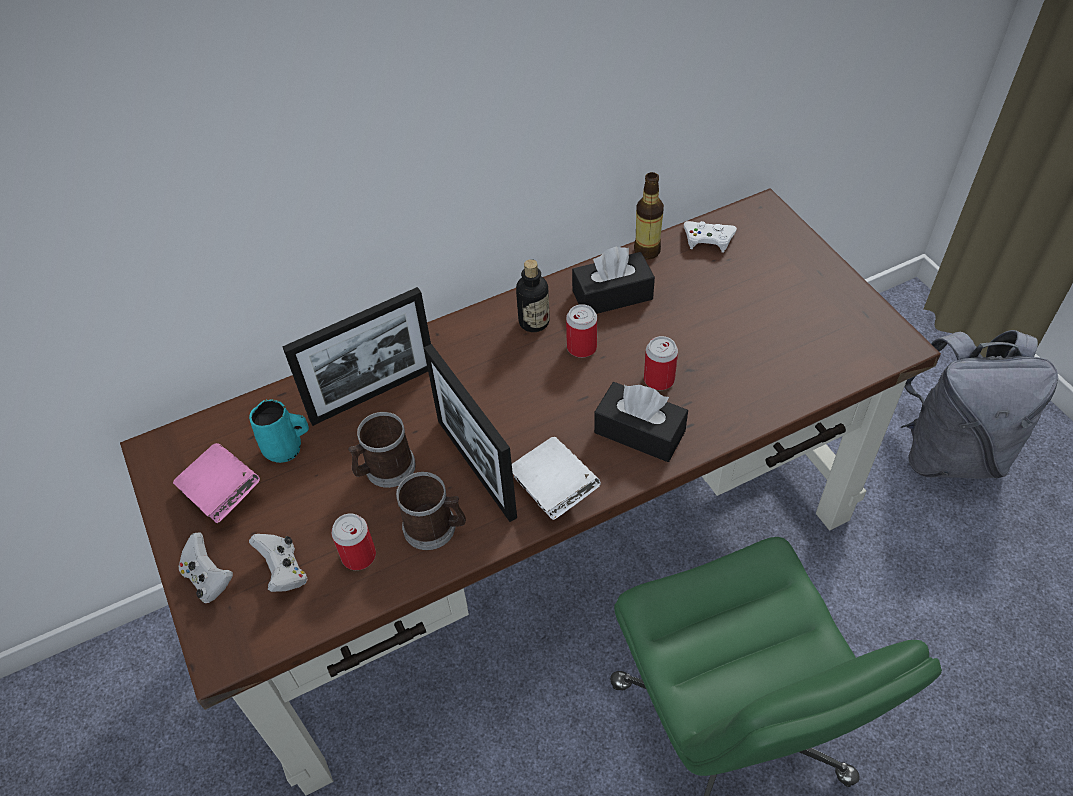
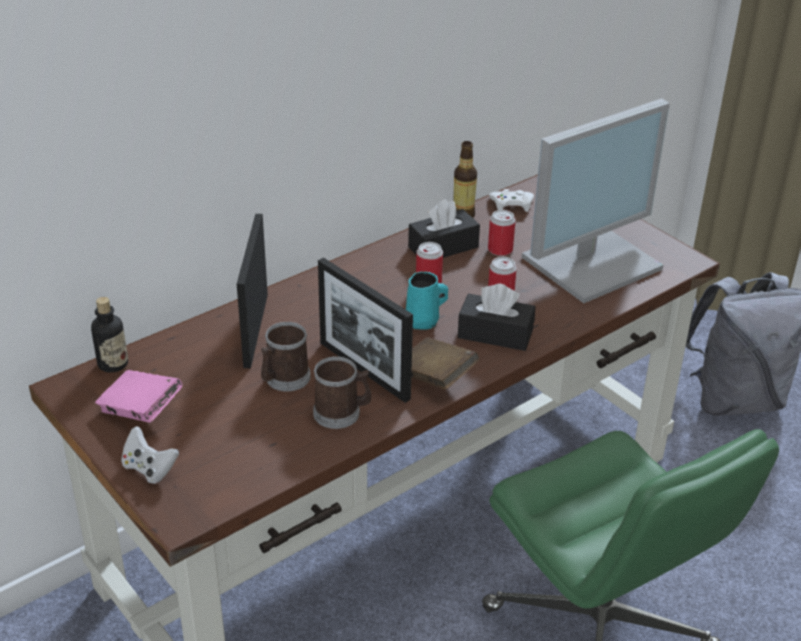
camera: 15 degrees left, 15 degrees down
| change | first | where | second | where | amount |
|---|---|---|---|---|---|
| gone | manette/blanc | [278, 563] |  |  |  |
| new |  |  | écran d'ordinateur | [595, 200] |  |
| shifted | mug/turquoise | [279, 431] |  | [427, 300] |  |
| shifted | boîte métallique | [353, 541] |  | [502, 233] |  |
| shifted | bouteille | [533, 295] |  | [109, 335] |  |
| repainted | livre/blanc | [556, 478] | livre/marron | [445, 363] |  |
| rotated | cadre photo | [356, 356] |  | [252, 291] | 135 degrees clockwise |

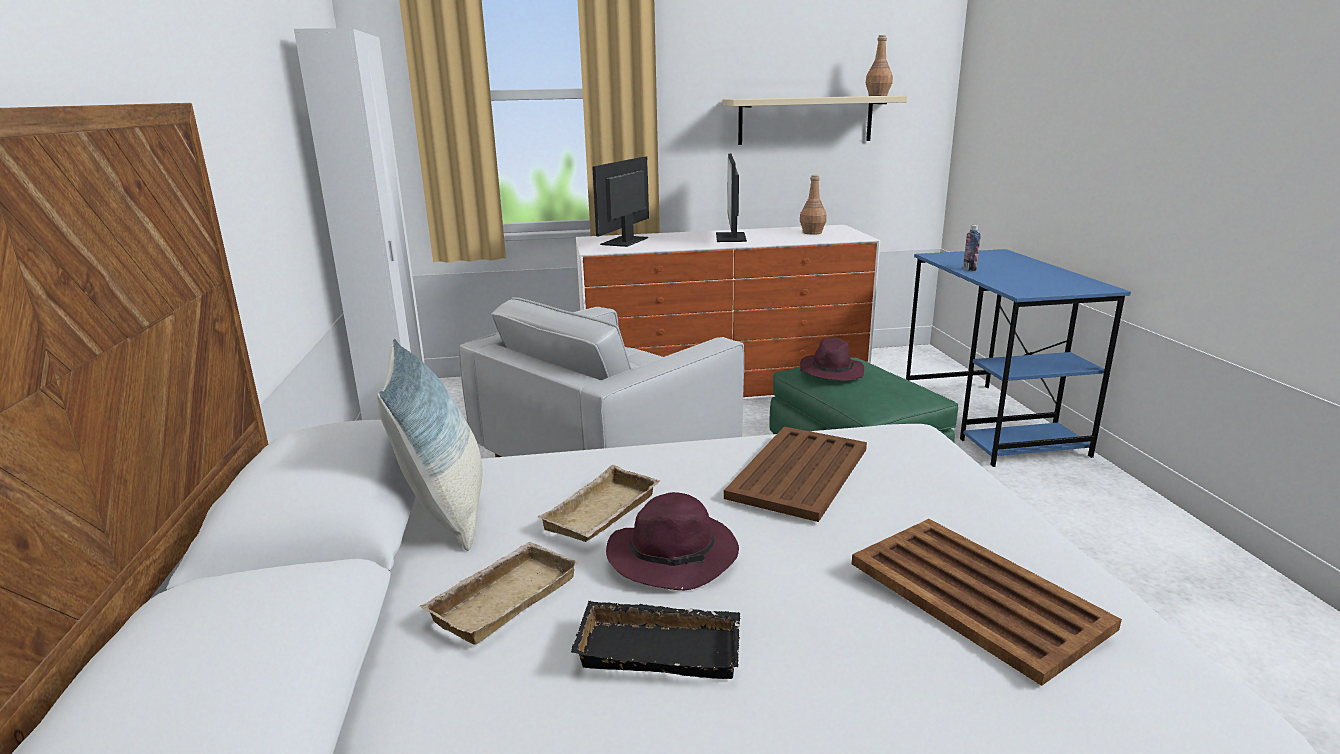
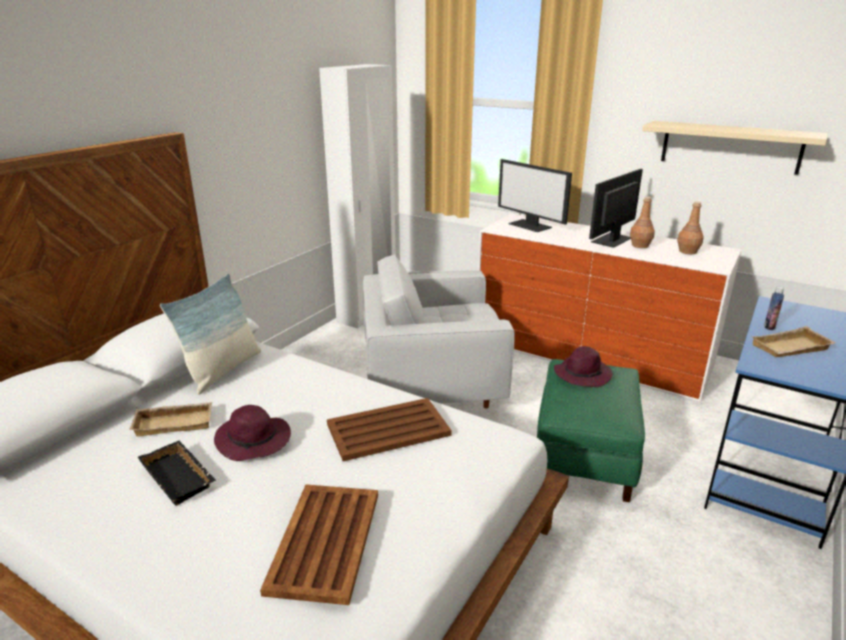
camera: 40 degrees right, 5 degrees up
| change | first | where | second | where | amount |
|---|---|---|---|---|---|
| shifted | plateau/beige | [599, 503] |  | [793, 341] |  |
| shifted | bouteille/marron | [879, 65] |  | [642, 222] |  |
| rotated | écran d'ordinateur | [620, 201] |  | [535, 195] | 105 degrees counterclockwise |

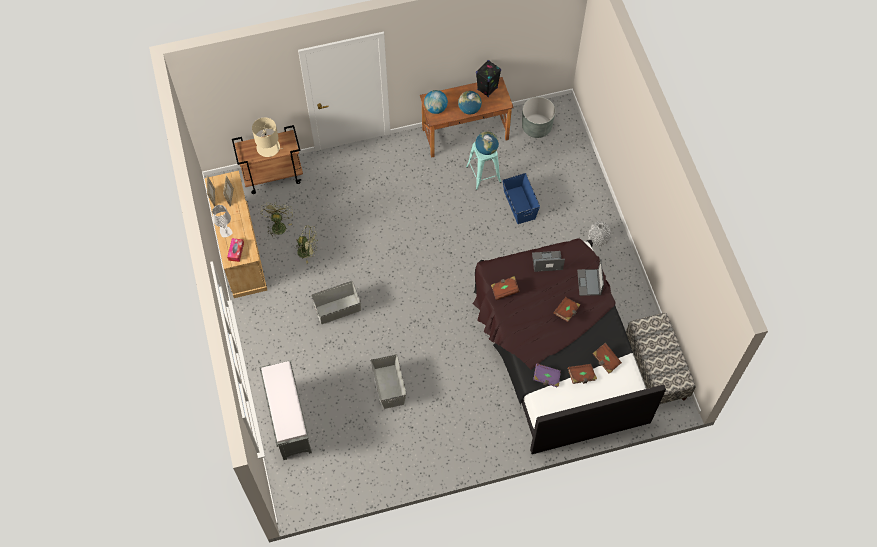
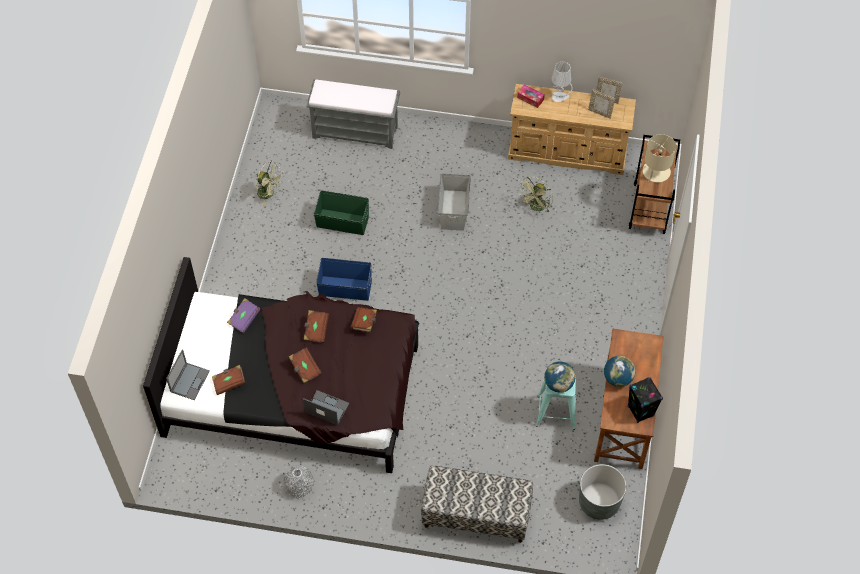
camera: 115 degrees right, 5 degrees down
| change | first | where | second | where | amount |
|---|---|---|---|---|---|
| gone | globe | [436, 102] |  |  |  |
| shifted | ventilateur/vert | [277, 220] |  | [269, 183] |  |
| shifted | boîte de rangement/bleu | [521, 198] |  | [344, 279] |  |
| shifted | ordinateur portable | [548, 261] |  | [188, 374] |  |
| shifted | livre/marron | [582, 374] |  | [316, 326] |  |
| shifted | vase/gris | [599, 234] |  | [298, 481] |  |
| shifted | banc | [661, 358] |  | [477, 504] |  |
| repainted | boîte de rangement/gris | [389, 381] | boîte de rangement/vert | [341, 212] |  |

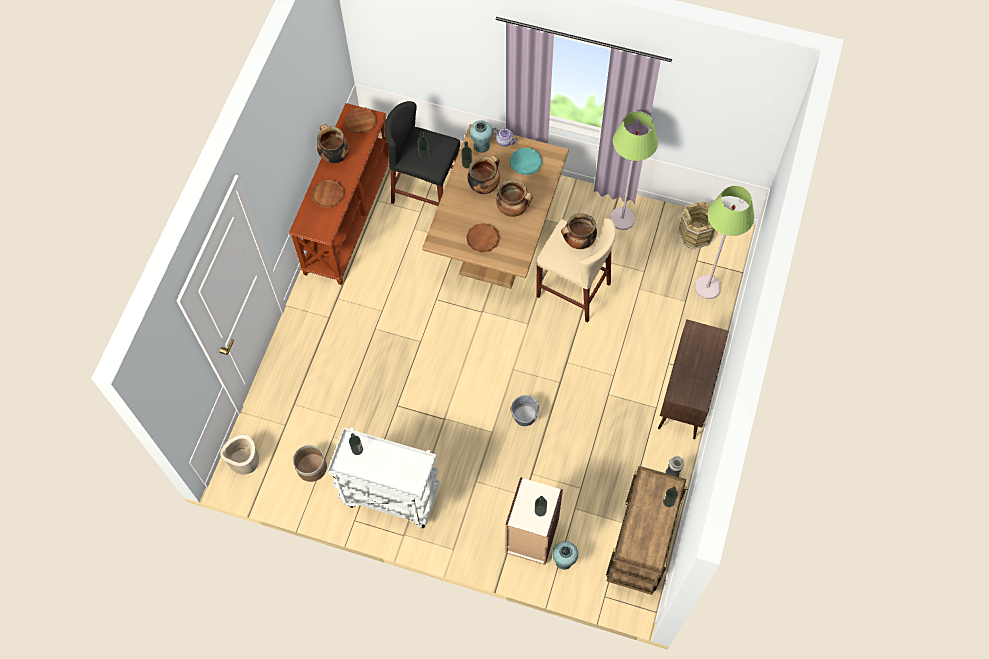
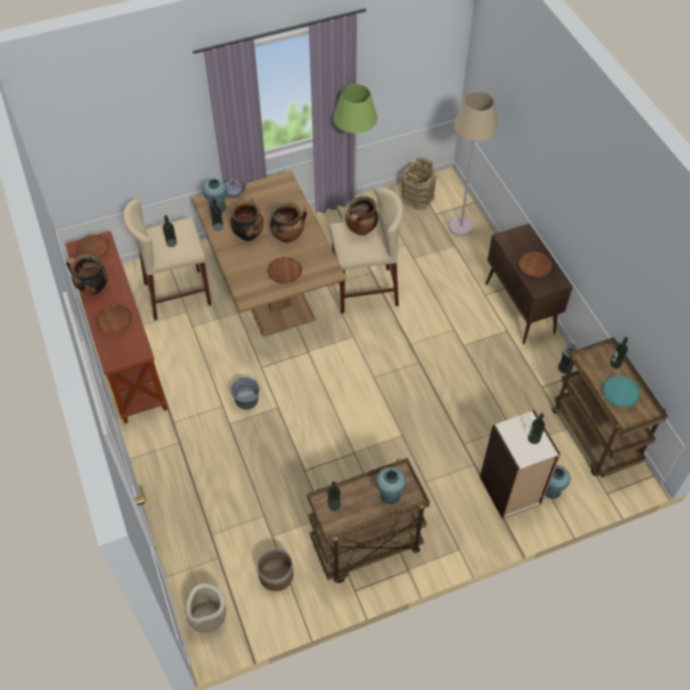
camera: 40 degrees left, 10 degrees down
| change | first | where | second | where | amount |
|---|---|---|---|---|---|
| new |  |  | vase/turquoise | [391, 485] |  |
| new |  |  | assiette/marron | [535, 264] |  |
| shifted | assiette/turquoise | [526, 161] |  | [621, 392] |  |
| shifted | seau/gris | [525, 410] |  | [245, 393] |  |
| repainted | chariot/blanc | [383, 478] | chariot/marron | [368, 520] |  |
| repainted | tabouret/noir | [422, 153] | tabouret/beige | [167, 259] |  |
| repainted | lampadaire/vert | [724, 242] | lampadaire/beige | [473, 164] |  |

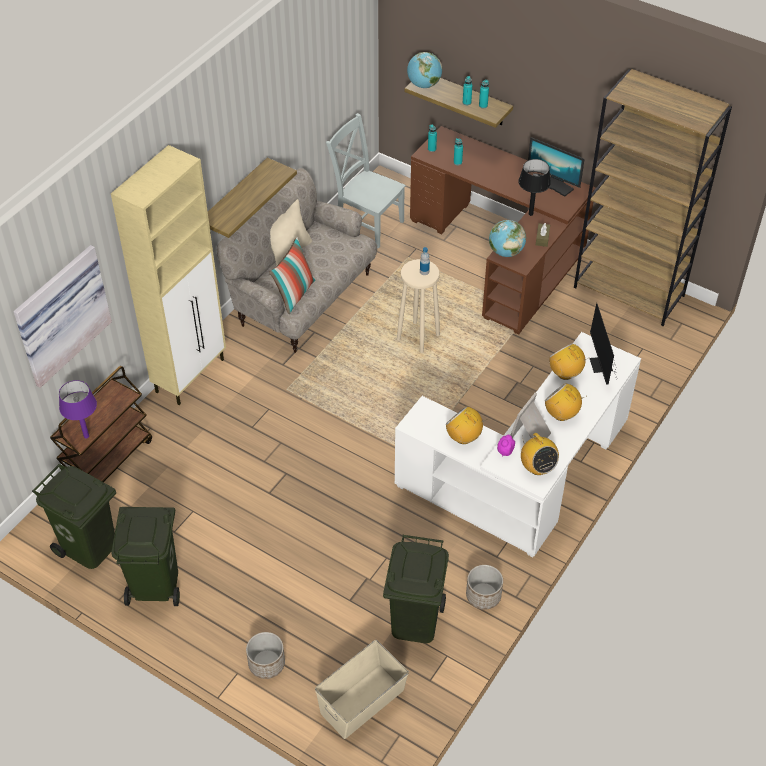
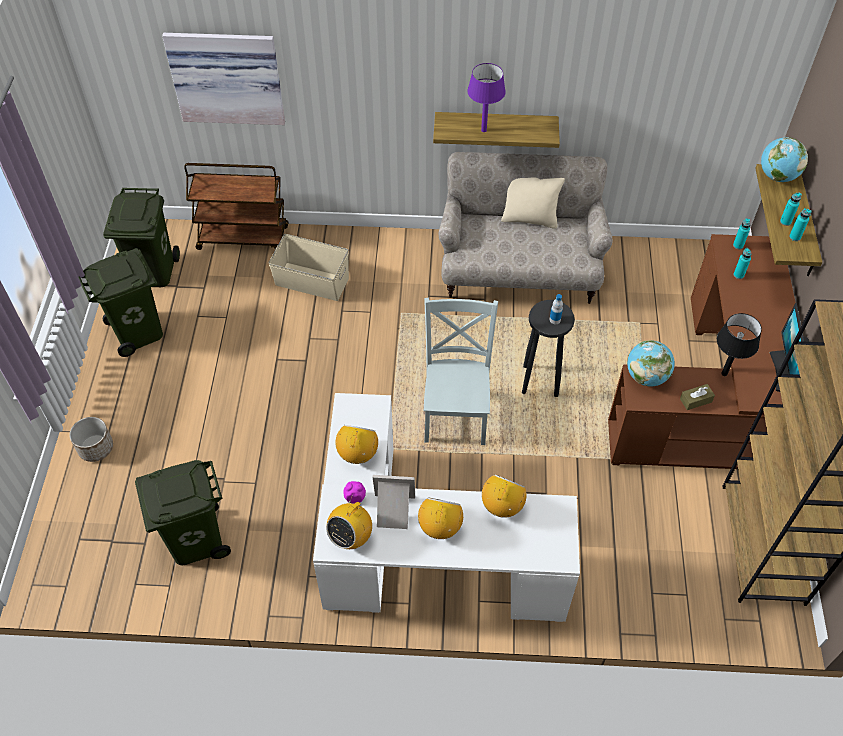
camera: 60 degrees right, 5 degrees up
| change | first | where | second | where | amount |
|---|---|---|---|---|---|
| gone | meuble de rangement/beige | [168, 275] |  |  |  |
| gone | coussin | [292, 275] |  |  |  |
| gone | cache-pot | [484, 587] |  |  |  |
| gone | écran d'ordinateur | [603, 344] |  |  |  |
| shifted | lampe de table/violet | [78, 409] |  | [486, 97] |  |
| shifted | boîte de rangement/beige | [362, 689] |  | [308, 267] |  |
| shifted | chaise/gris | [366, 181] |  | [461, 371] |  |
| repainted | tabouret/beige | [418, 306] | tabouret/noir | [548, 348] |  |

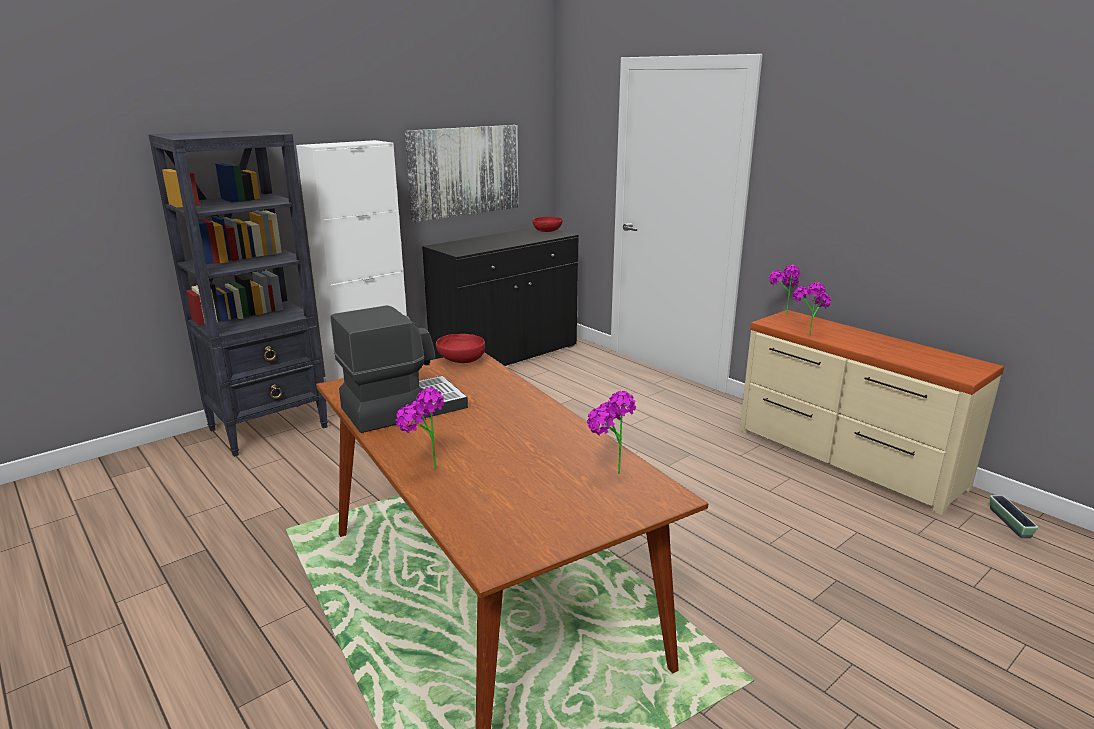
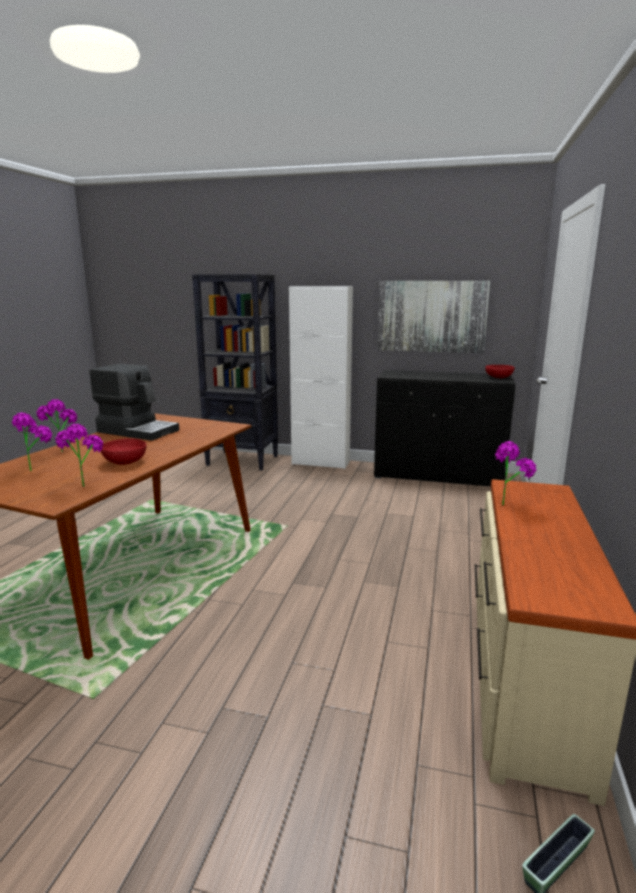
camera: 55 degrees right, 5 degrees down
| change | first | where | second | where | amount |
|---|---|---|---|---|---|
| shifted | bol/rouge | [460, 348] |  | [123, 451] |  |
| shifted | plante en pot | [785, 289] |  | [32, 441] |  |

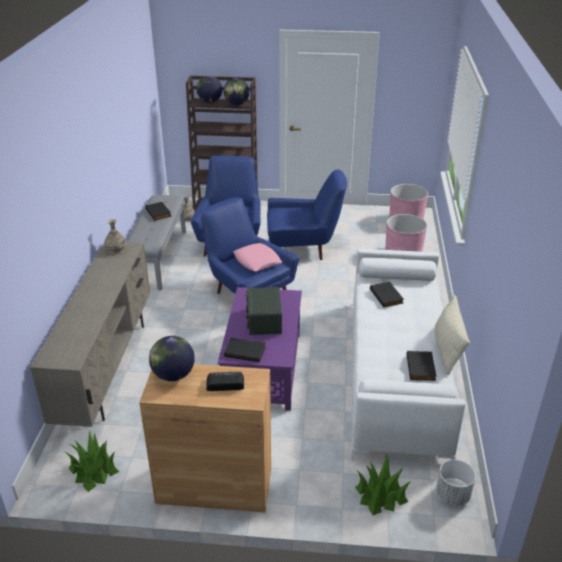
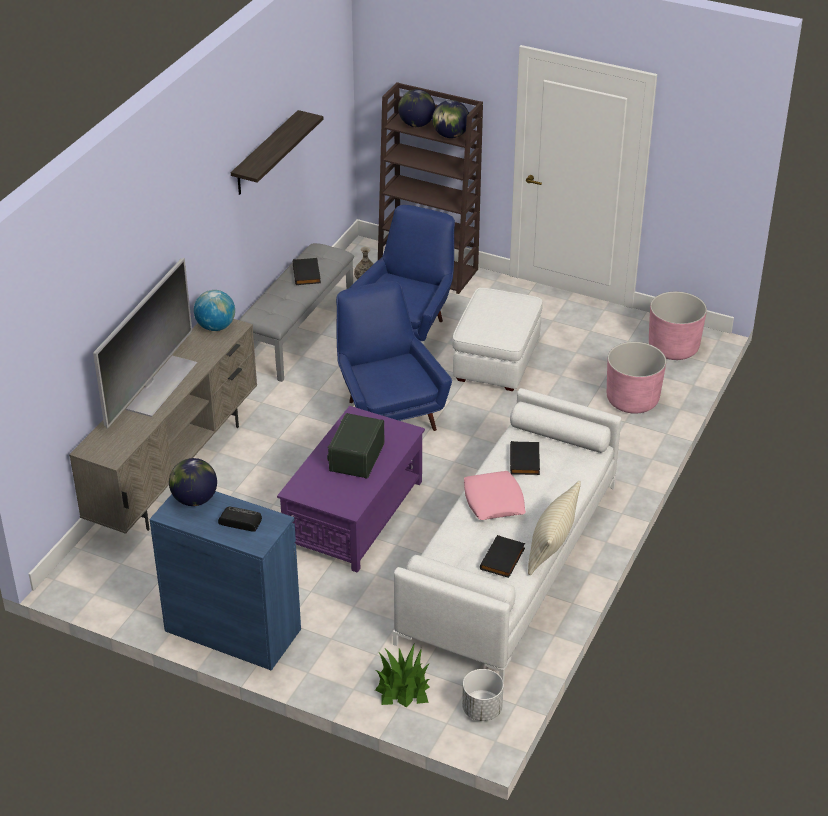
camera: 20 degrees right, 5 degrees up
| change | first | where | second | where | amount |
|---|---|---|---|---|---|
| gone | plante en pot | [92, 461] |  |  |  |
| gone | livre/noir | [245, 350] |  |  |  |
| new |  |  | téléviseur | [145, 343] |  |
| new |  |  | étagère | [277, 152] |  |
| shifted | coussin/rose | [257, 257] |  | [495, 495] |  |
| swapped | vase | [115, 236] | globe | [214, 310] |  |
| swapped | fauteuil/bleu | [307, 214] | pouf/blanc | [497, 339] |  |
| repainted | meuble de rangement/marron | [205, 438] | meuble de rangement/bleu | [225, 581] |  |

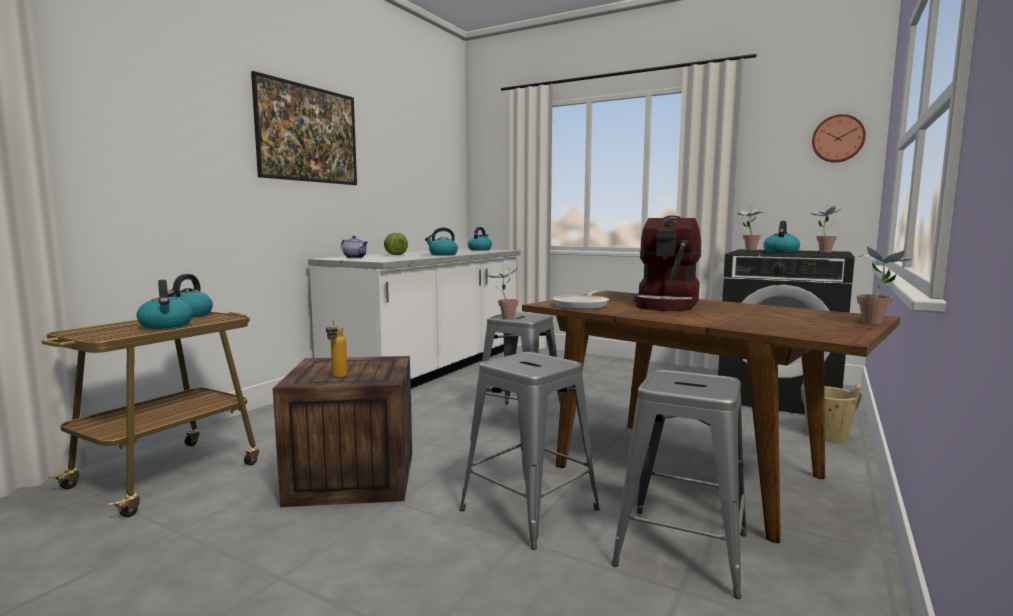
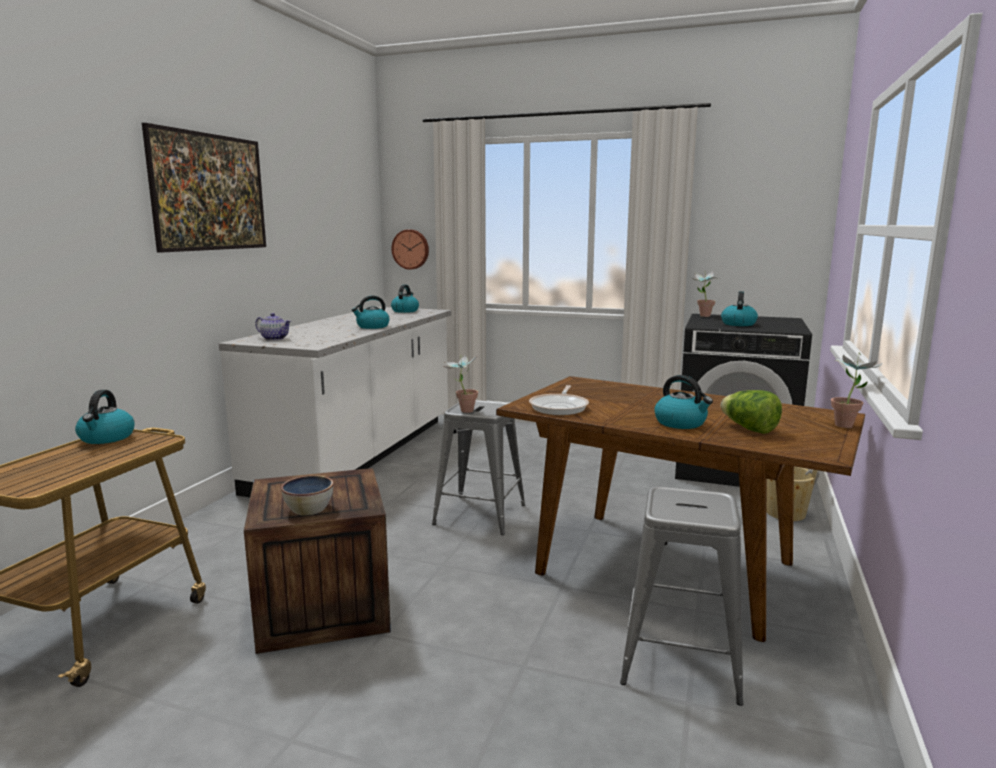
camera: 10 degrees left, 5 degrees up
| change | first | where | second | where | amount |
|---|---|---|---|---|---|
| gone | tabouret/gris | [530, 451] |  |  |  |
| gone | machine à café | [668, 263] |  |  |  |
| gone | plante en pot | [826, 229] |  |  |  |
| shifted | bouilloire | [165, 304] |  | [684, 402] |  |
| shifted | laitue | [396, 244] |  | [751, 412] |  |
| shifted | horloge murale | [839, 138] |  | [410, 250] |  |
| swapped | bouteille | [336, 349] | bol | [307, 495] |  |

